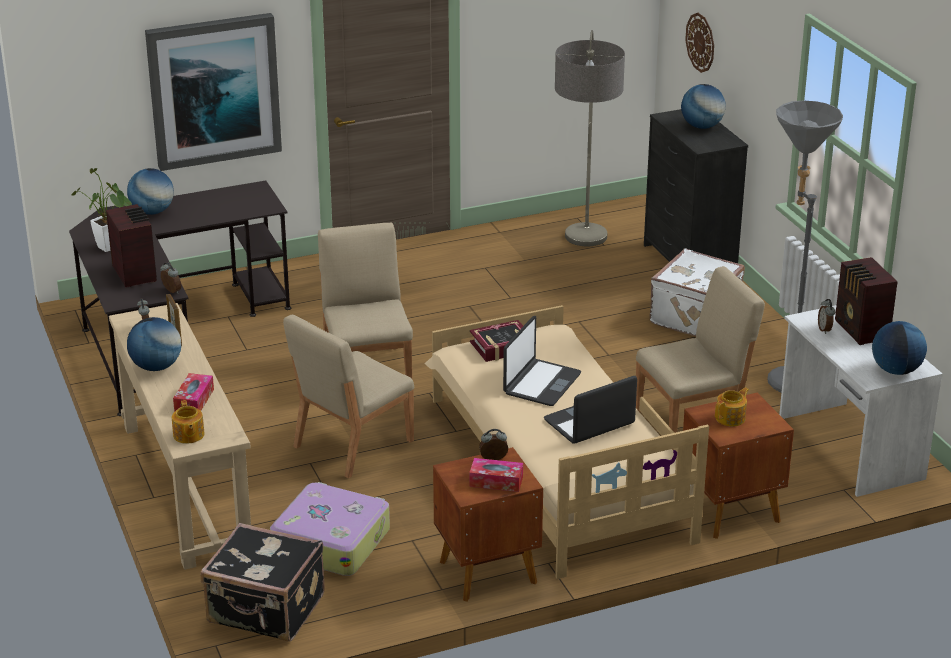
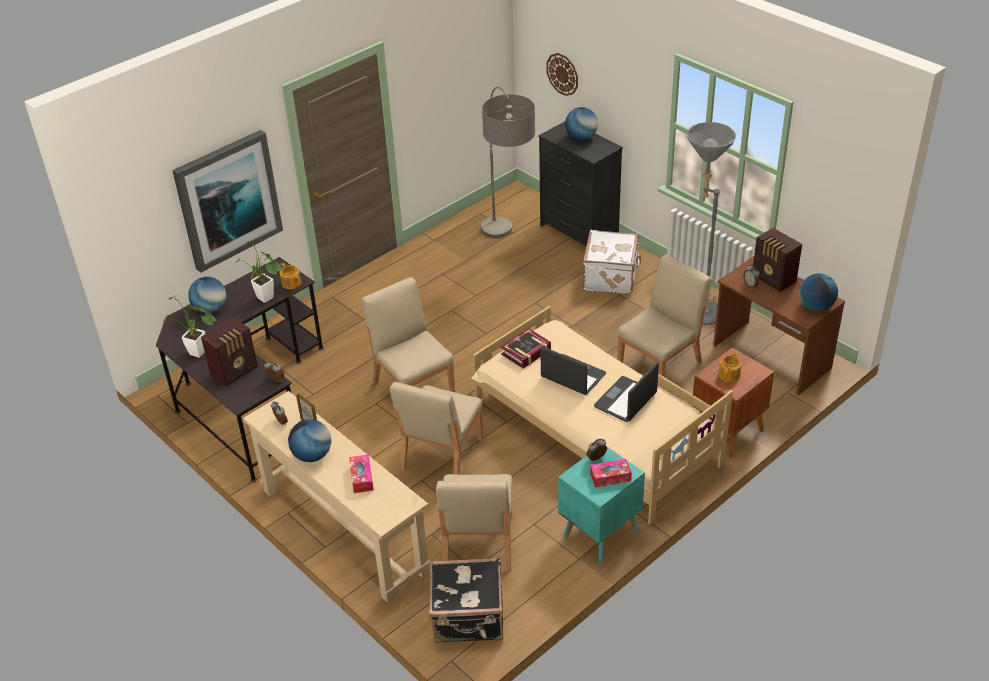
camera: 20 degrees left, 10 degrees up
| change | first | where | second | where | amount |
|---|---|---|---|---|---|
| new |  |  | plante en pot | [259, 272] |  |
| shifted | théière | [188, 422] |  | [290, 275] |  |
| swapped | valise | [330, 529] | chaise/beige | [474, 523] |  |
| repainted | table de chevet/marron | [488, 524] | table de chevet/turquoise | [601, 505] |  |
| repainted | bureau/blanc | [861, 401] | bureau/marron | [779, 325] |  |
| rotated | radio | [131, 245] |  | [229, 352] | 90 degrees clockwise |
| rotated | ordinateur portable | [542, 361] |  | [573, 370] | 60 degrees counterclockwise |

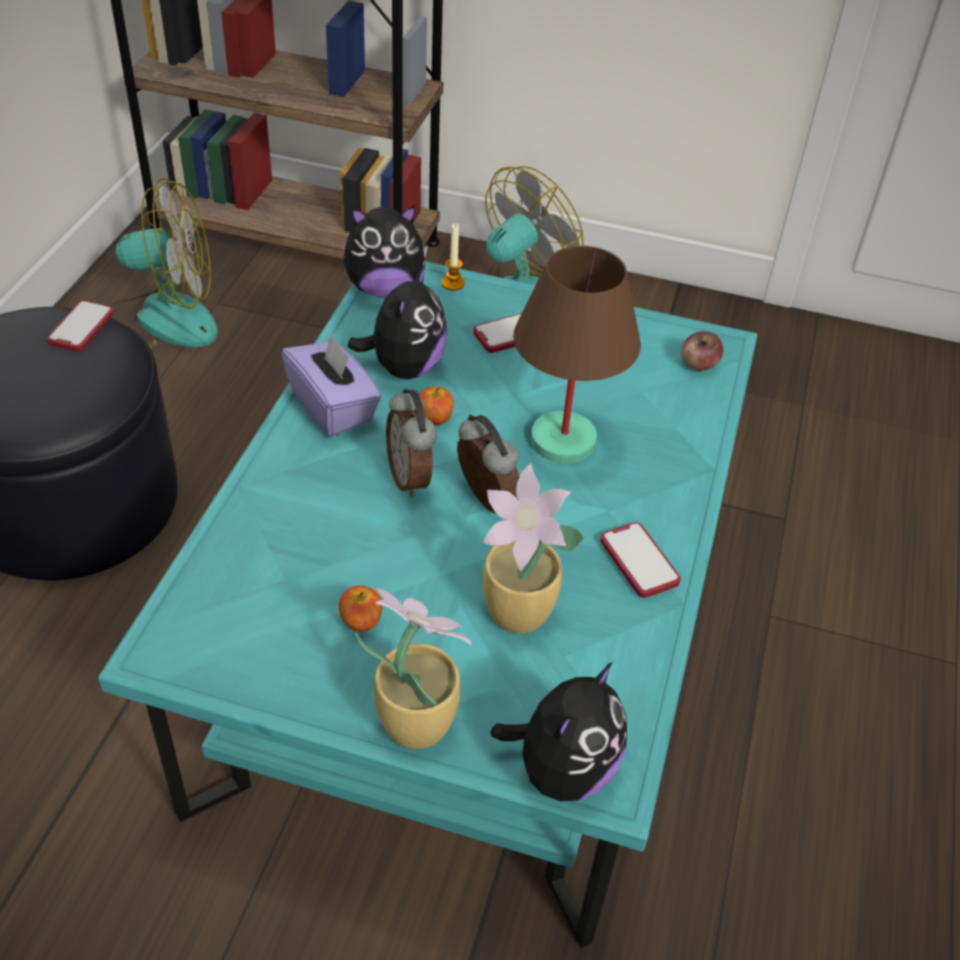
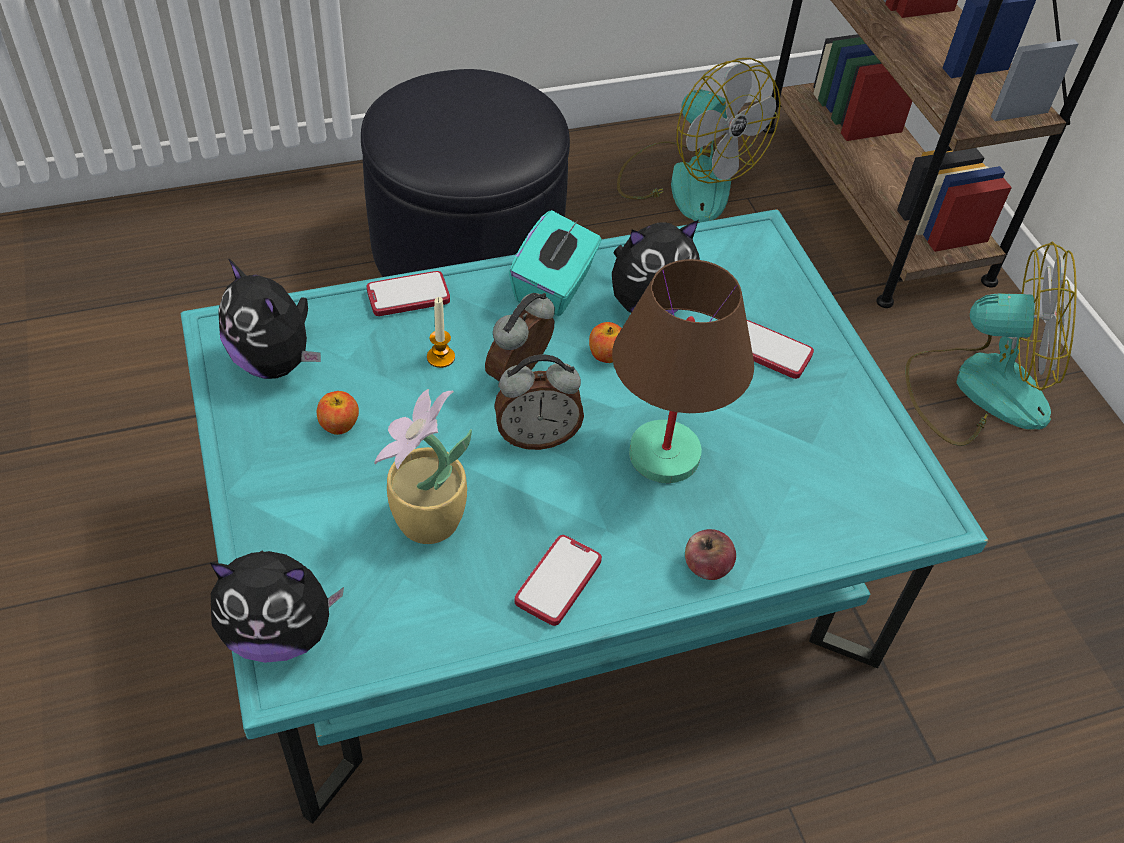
camera: 55 degrees right, 5 degrees up
| change | first | where | second | where | amount |
|---|---|---|---|---|---|
| gone | plante en pot | [413, 668] |  |  |  |
| shifted | téléphone | [80, 326] |  | [408, 293] |  |
| shifted | peluche | [386, 251] |  | [269, 318] |  |
| shifted | bougie | [453, 257] |  | [441, 332] |  |
| shifted | pomme | [702, 351] |  | [710, 554] |  |
| repainted | boîte à mouchoirs/violet | [331, 385] | boîte à mouchoirs/turquoise | [555, 263] |  |
| rotated | réveil | [488, 463] |  | [539, 402] | 60 degrees clockwise |

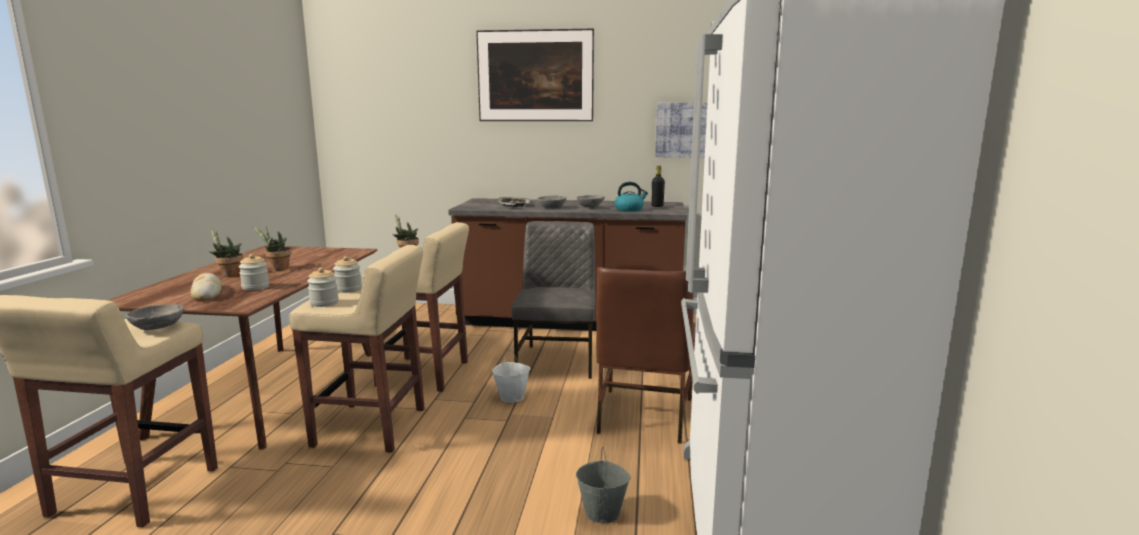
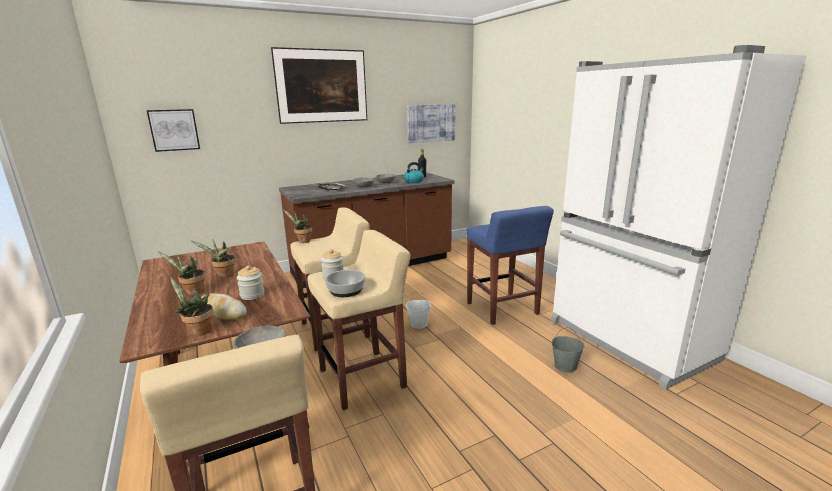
camera: 35 degrees left, 5 degrees up
| change | first | where | second | where | amount |
|---|---|---|---|---|---|
| gone | chaise/gris | [553, 300] |  |  |  |
| new |  |  | tableau | [173, 130] |  |
| new |  |  | plante en pot | [192, 306] |  |
| swapped | bocal | [323, 287] | bol | [345, 283] |  |
| swapped | chaise/marron | [646, 355] | tabouret/bleu | [510, 265] |  |

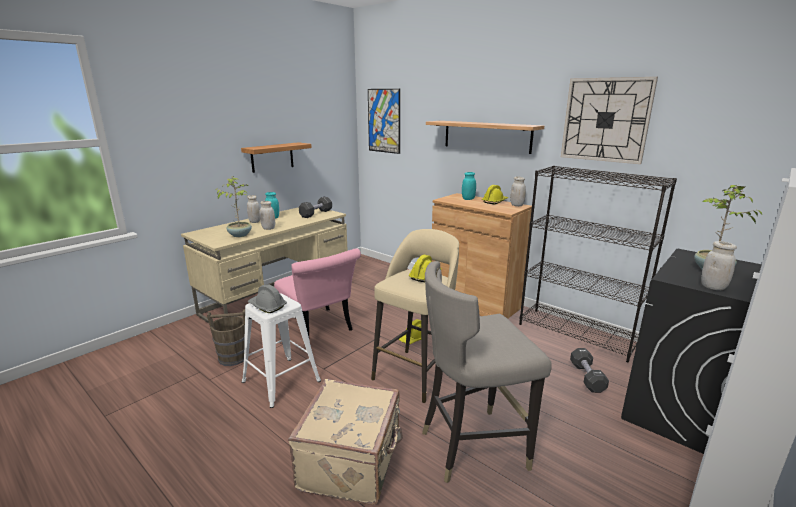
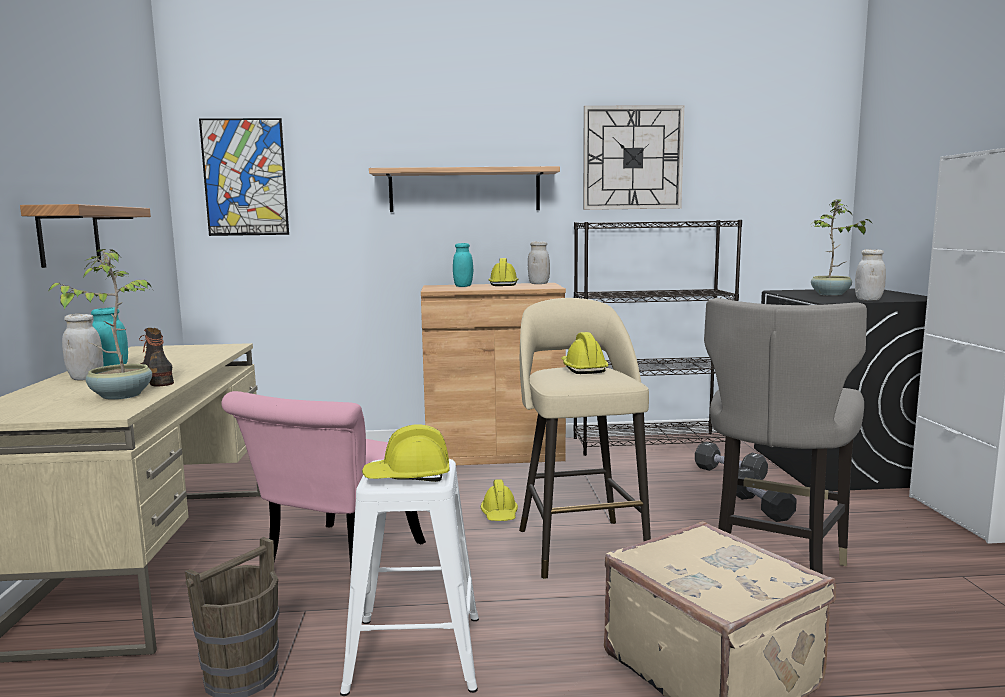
camera: 45 degrees left, 10 degrees down
| change | first | where | second | where | amount |
|---|---|---|---|---|---|
| shifted | haltère/noir | [315, 207] |  | [766, 494] |  |
| swapped | bocal/blanc | [267, 215] | botte | [156, 357] |  |
| repainted | casque de chantier/gris | [267, 298] | casque de chantier/jaune | [406, 453] |  |
| rotated | chaise/rose | [317, 292] |  | [323, 480] | 105 degrees clockwise |

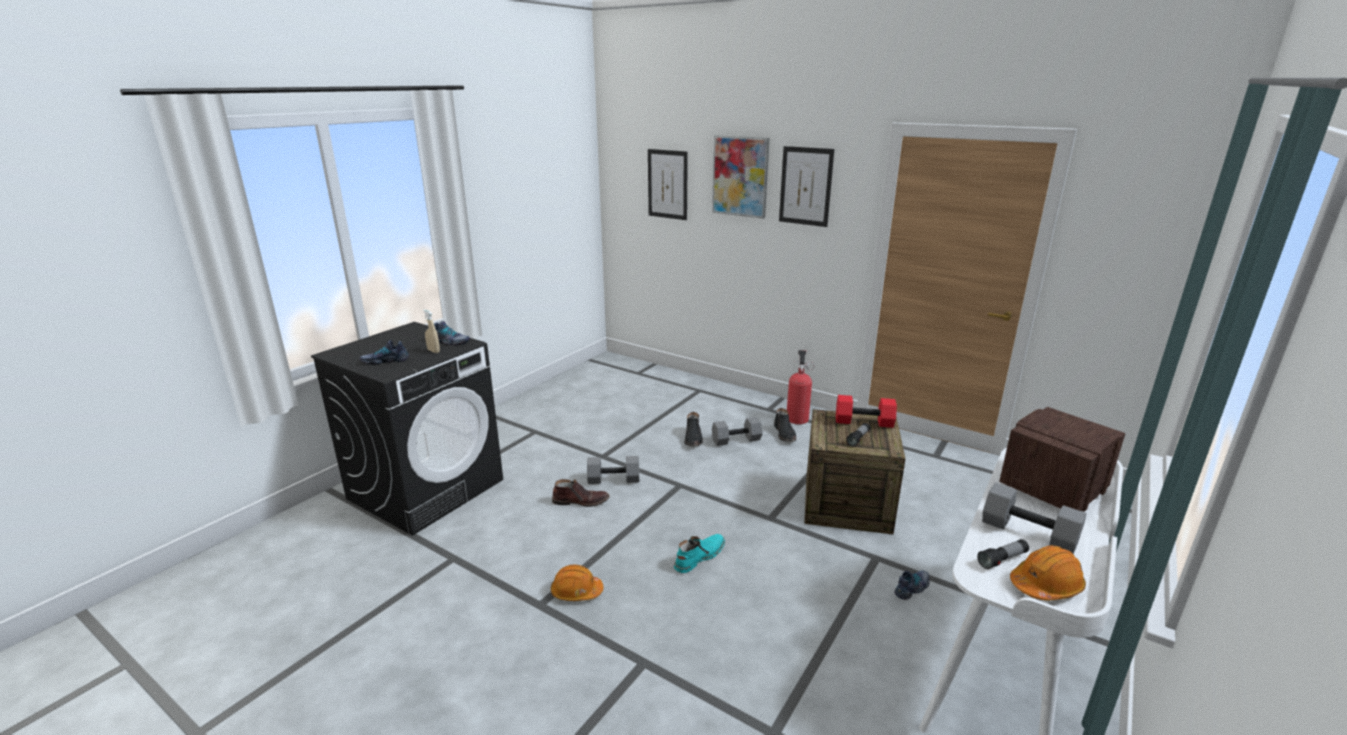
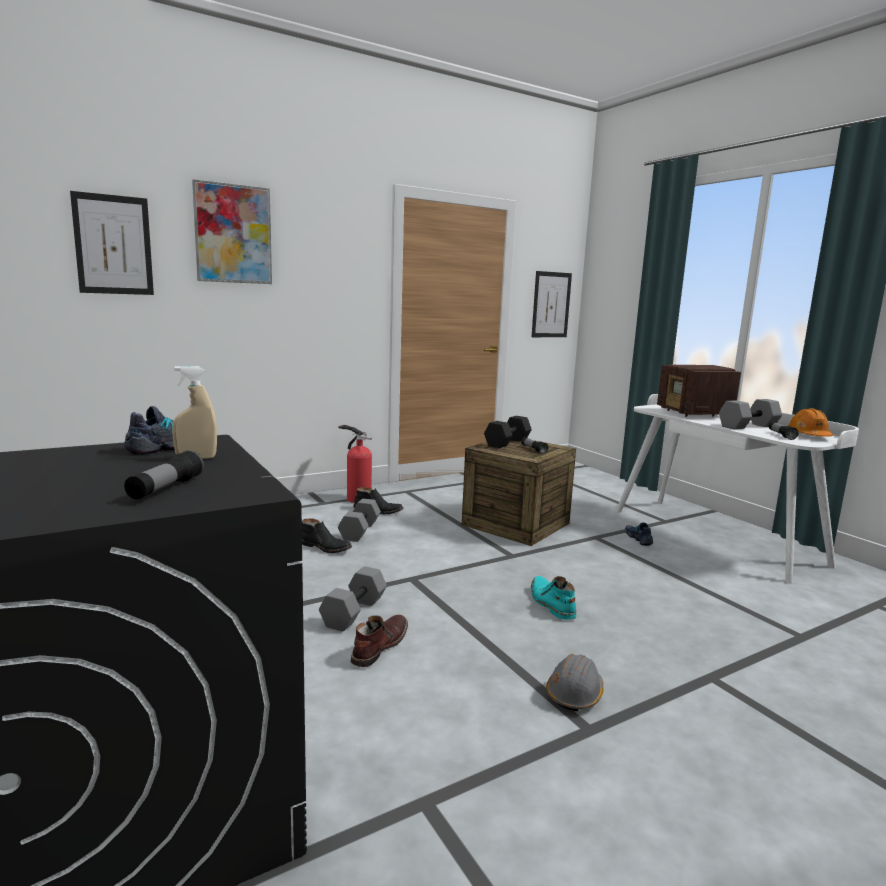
camera: 65 degrees left, 10 degrees down
| change | first | where | second | where | amount |
|---|---|---|---|---|---|
| shifted | tableau | [807, 186] |  | [552, 304] |  |
| swapped | chaussure | [384, 352] | lampe de poche | [164, 474] |  |
| repainted | casque de chantier/orange | [577, 583] | casque de chantier/gris | [575, 682] |  |
| repainted | haltère/rouge | [866, 411] | haltère/noir | [508, 432] |  |

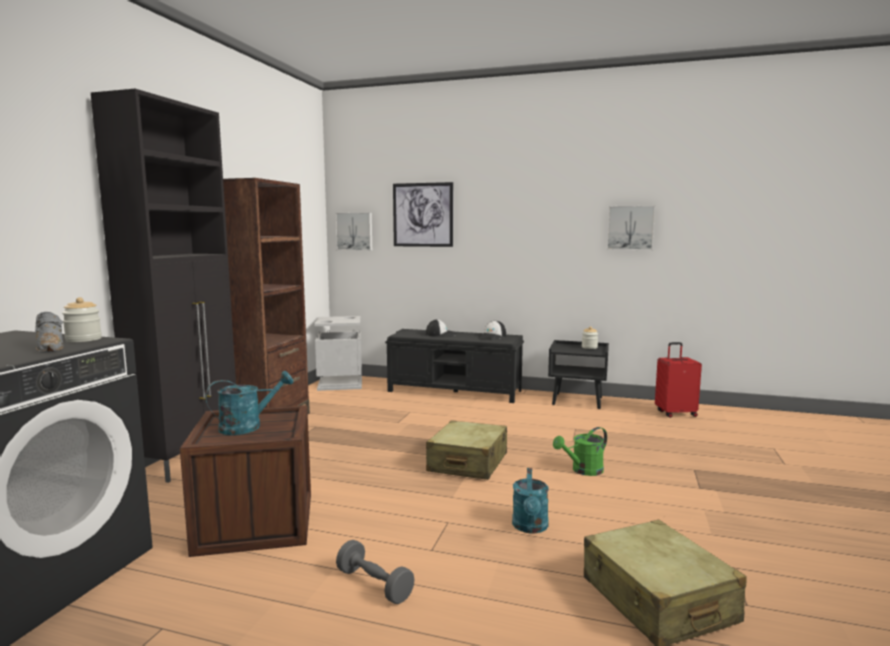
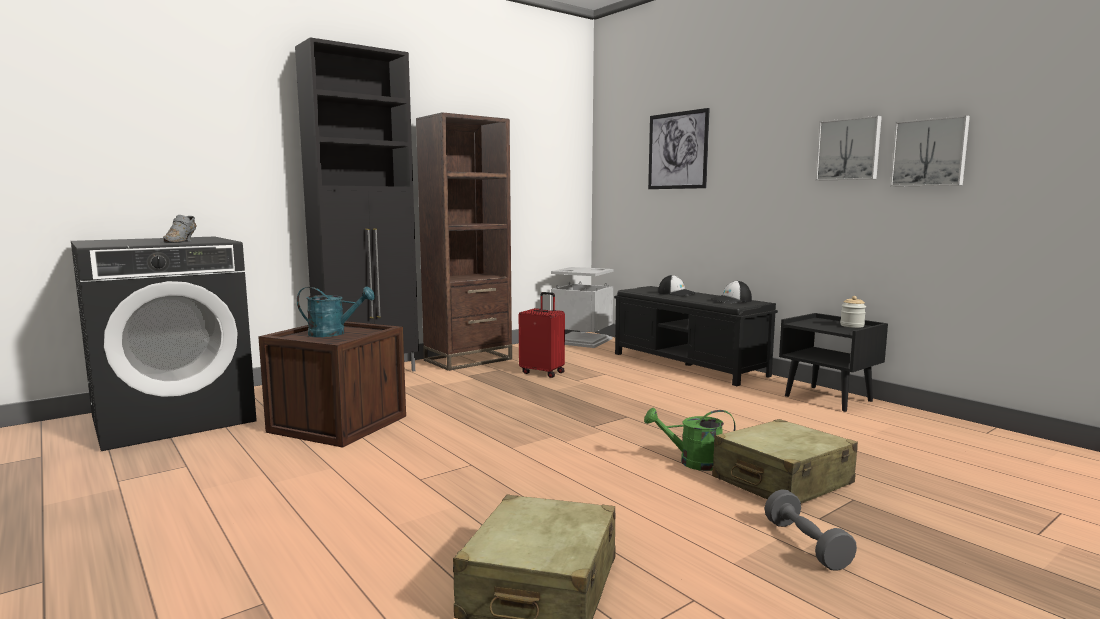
camera: 35 degrees right, 0 degrees up
| change | first | where | second | where | amount |
|---|---|---|---|---|---|
| gone | bocal | [82, 319] |  |  |  |
| gone | arrosoir/turquoise | [530, 501] |  |  |  |
| shifted | tableau | [353, 231] |  | [849, 148] |  |
| shifted | haltère/gris | [375, 572] |  | [811, 530] |  |
| shifted | valise/beige | [466, 450] |  | [785, 461] |  |
| shifted | valise/rouge | [678, 380] |  | [542, 335] |  |

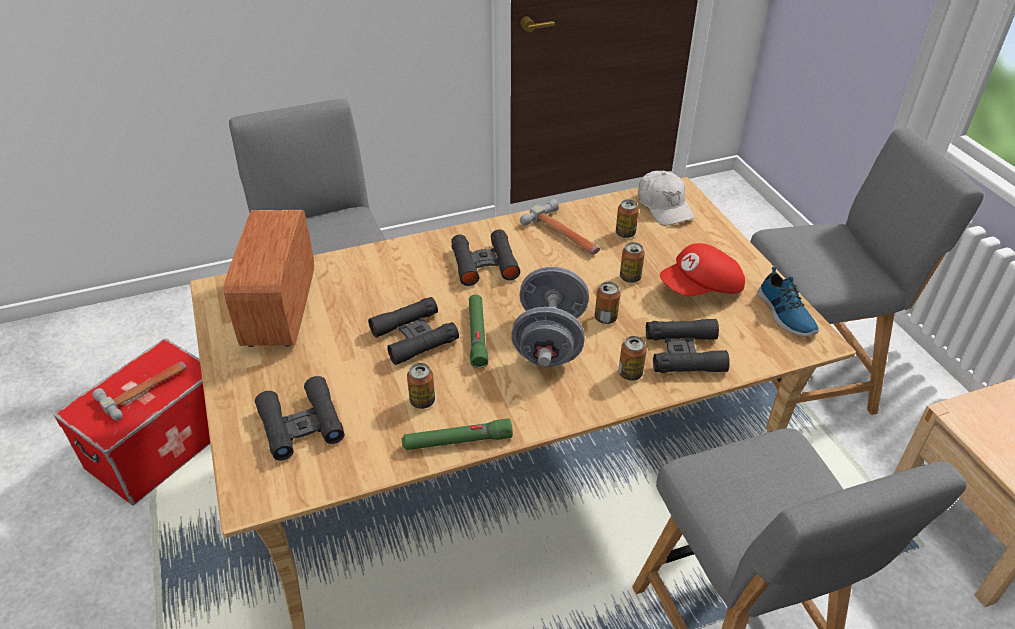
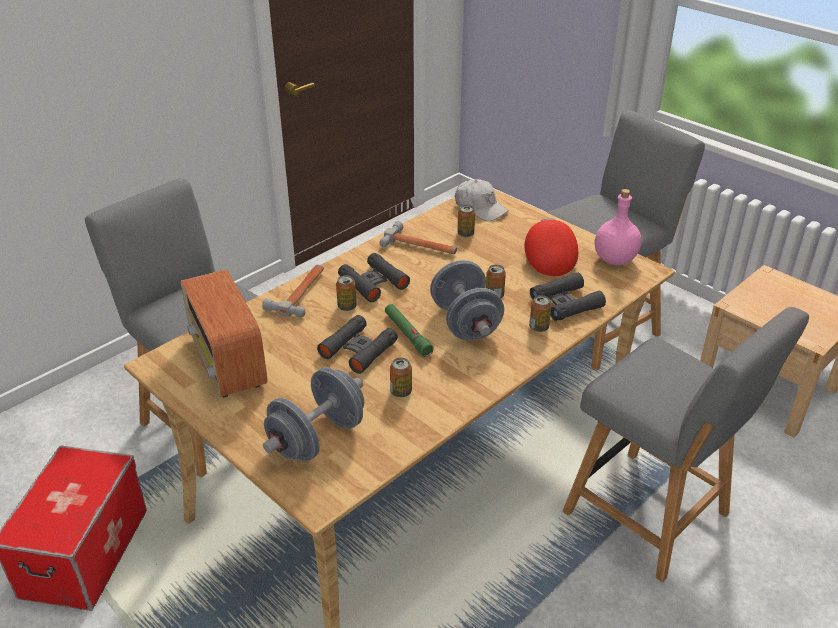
camera: 25 degrees left, 5 degrees down
| change | first | where | second | where | amount |
|---|---|---|---|---|---|
| gone | lampe de poche/vert | [457, 434] |  |  |  |
| shifted | marteau | [139, 391] |  | [293, 291] |  |
| shifted | boîte métallique | [632, 262] |  | [346, 293] |  |
| swapped | jumelles/noir | [299, 418] | haltère/gris | [313, 415] |  |
| swapped | chaussure | [788, 301] | bouteille/rose | [618, 227] |  |
| rotated | casquette/rouge | [702, 269] |  | [551, 247] | 135 degrees clockwise |

